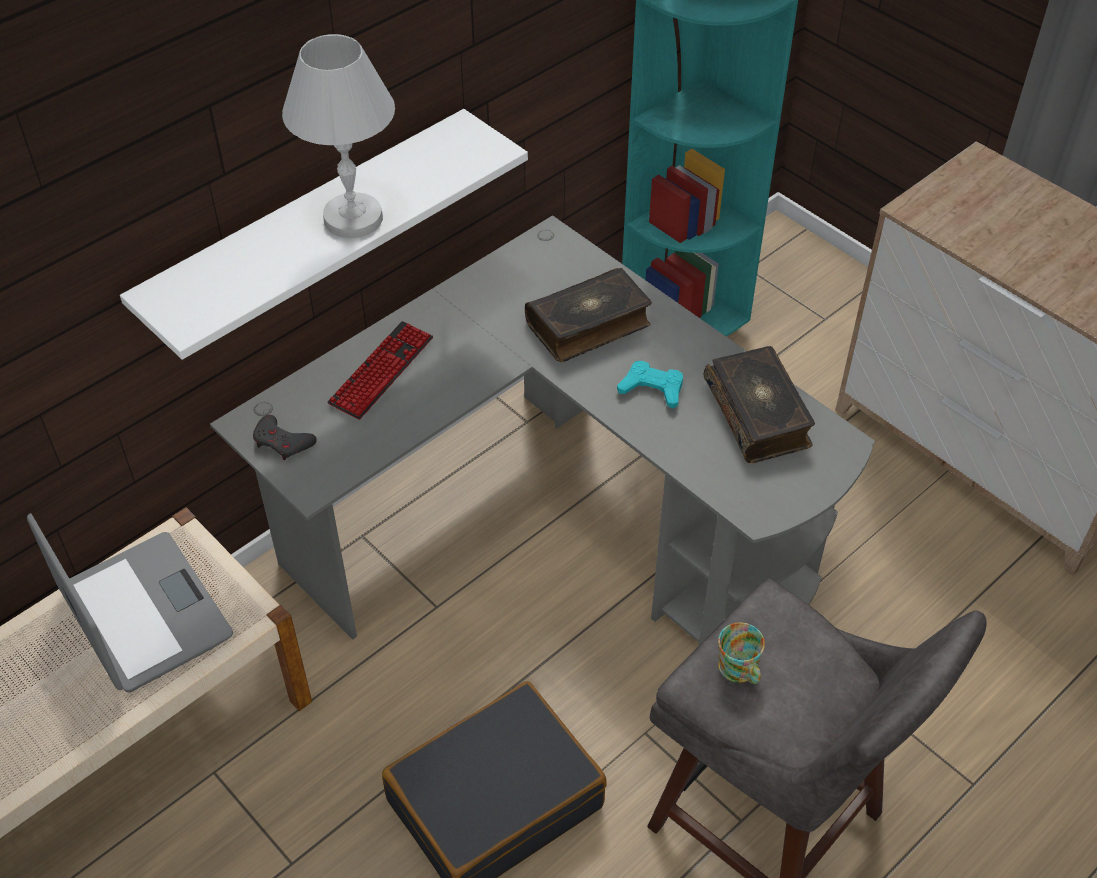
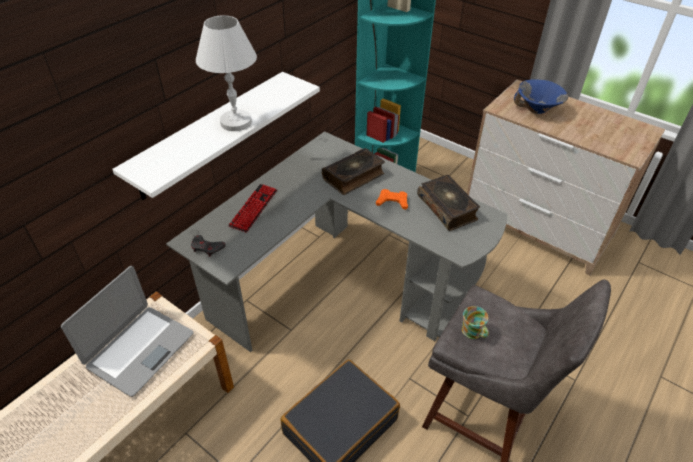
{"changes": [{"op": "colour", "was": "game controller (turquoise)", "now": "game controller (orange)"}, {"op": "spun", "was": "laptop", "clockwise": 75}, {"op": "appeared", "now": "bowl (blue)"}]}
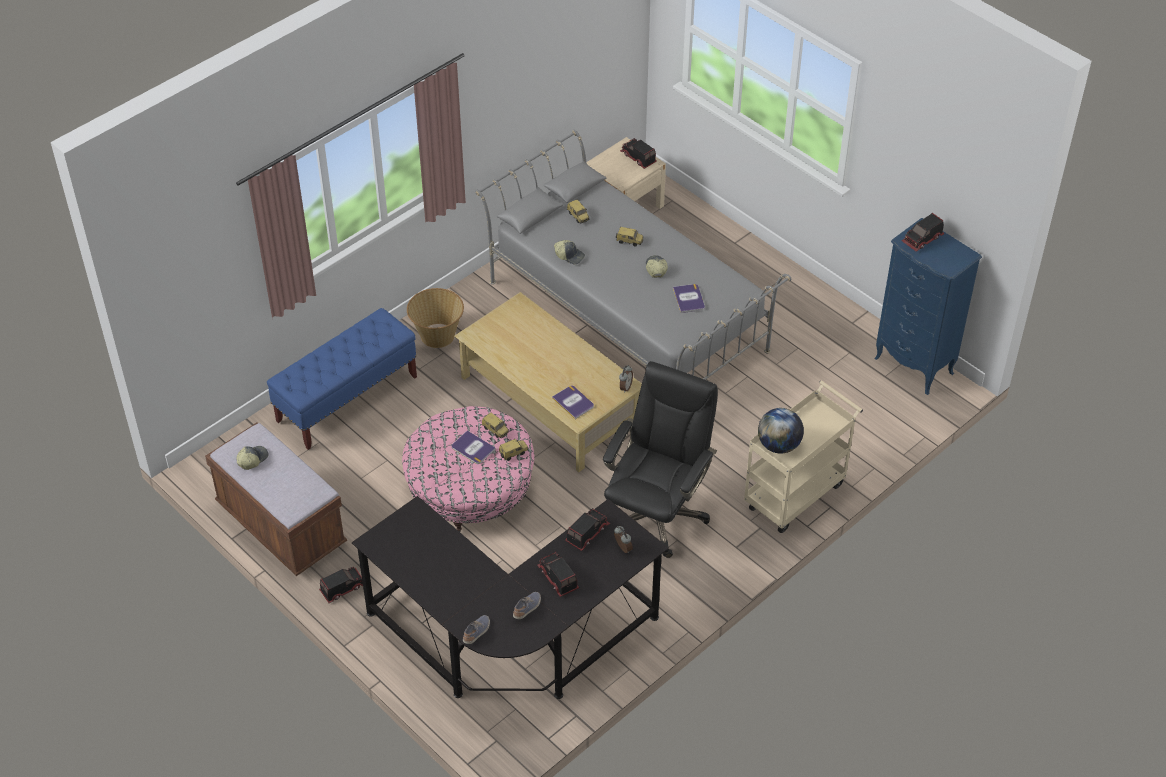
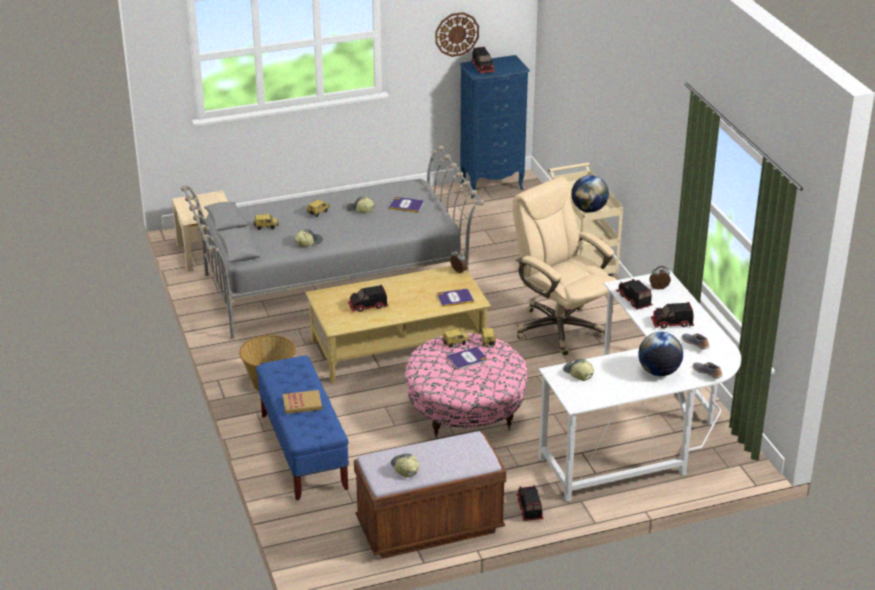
{"changes": [{"op": "relocated", "was": "toy truck (no. 4 from left in the first image)", "now": "toy truck (no. 1 from left)"}, {"op": "colour", "was": "office chair (black)", "now": "office chair (beige)"}, {"op": "colour", "was": "desk (black)", "now": "desk (white)"}, {"op": "appeared", "now": "wall clock"}, {"op": "appeared", "now": "globe (no. 2 from left)"}, {"op": "appeared", "now": "cap (no. 4 from left)"}, {"op": "appeared", "now": "book (no. 1 from left)"}]}
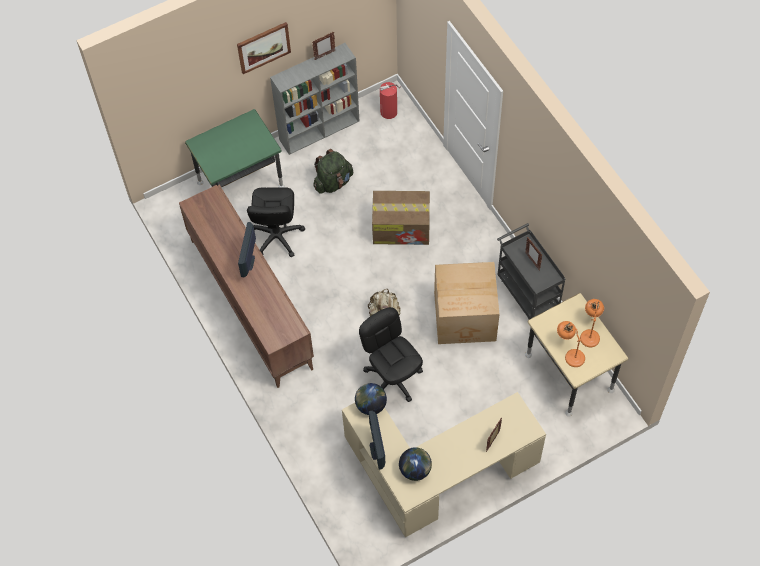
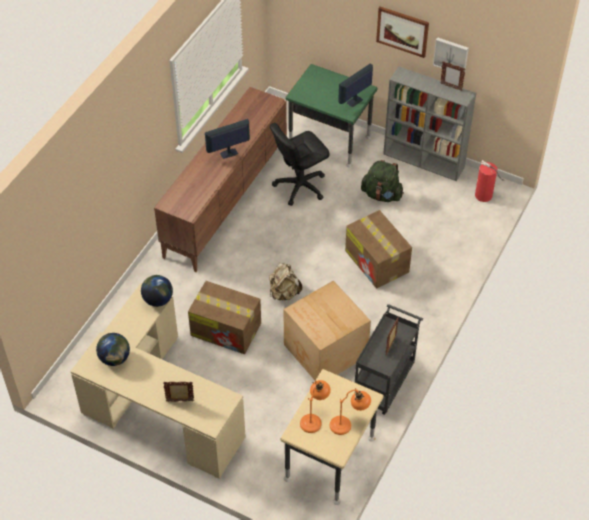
{"changes": [{"op": "exchanged", "was": "office chair (black) (no. 2 from left)", "now": "cardboard box (no. 1 from left)"}, {"op": "relocated", "was": "monitor (no. 2 from left)"}, {"op": "appeared", "now": "picture (no. 2 from left)"}]}
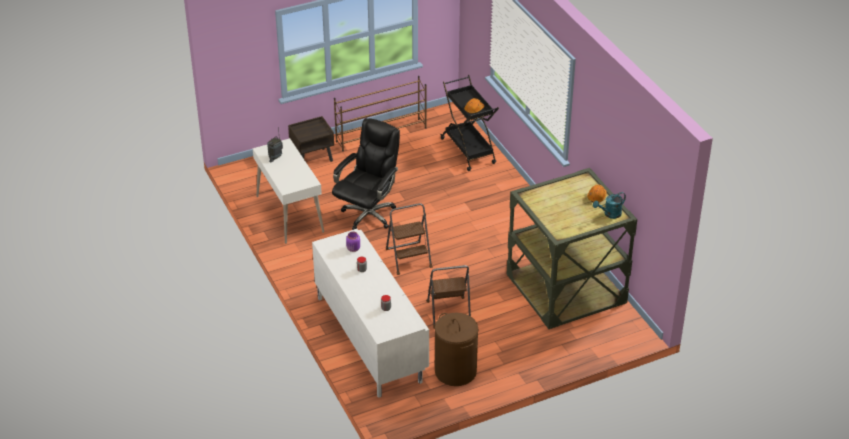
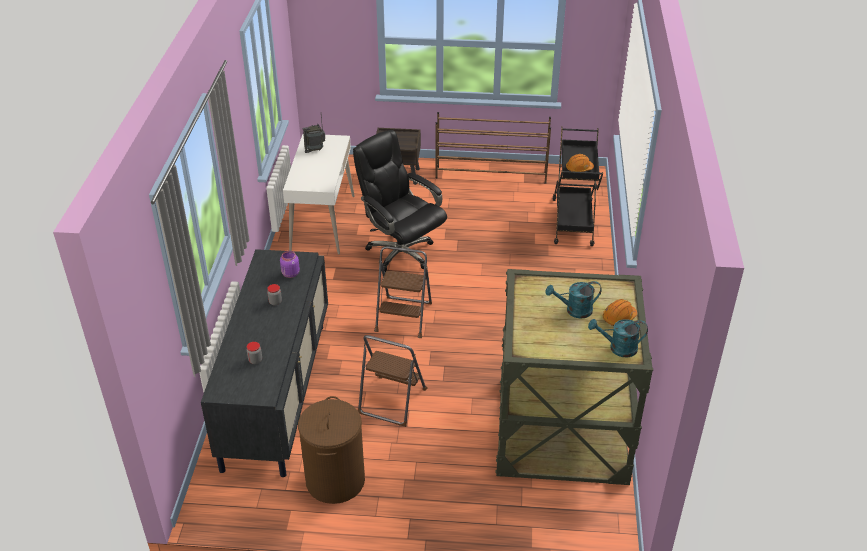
{"changes": [{"op": "spun", "was": "office chair (black)", "clockwise": -105}, {"op": "colour", "was": "cabinet (white)", "now": "cabinet (black)"}, {"op": "appeared", "now": "watering can (turquoise) (no. 1 from left)"}]}
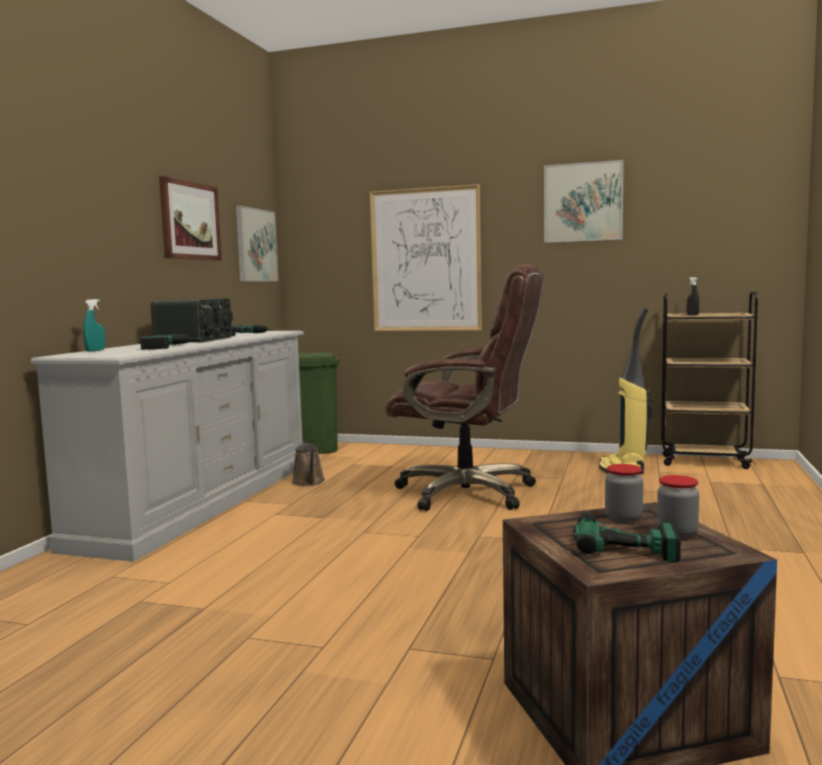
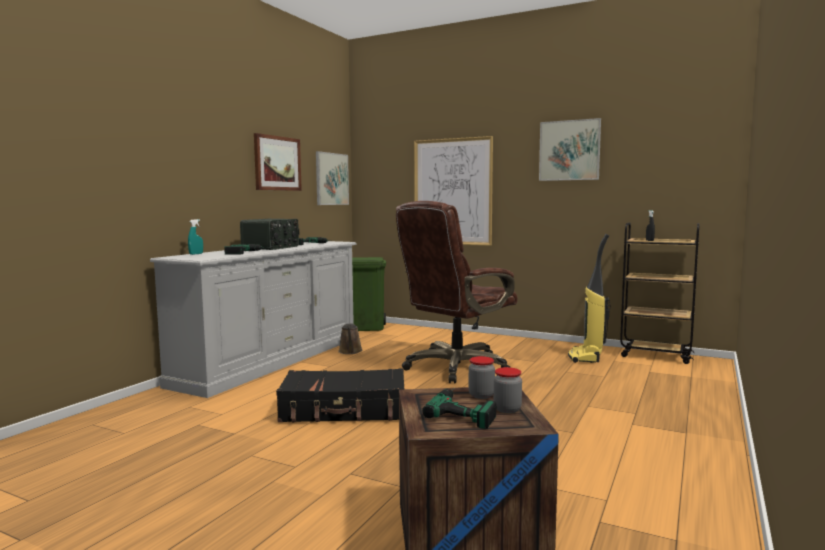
{"changes": [{"op": "spun", "was": "office chair (brown)", "clockwise": 105}, {"op": "appeared", "now": "suitcase (black)"}]}
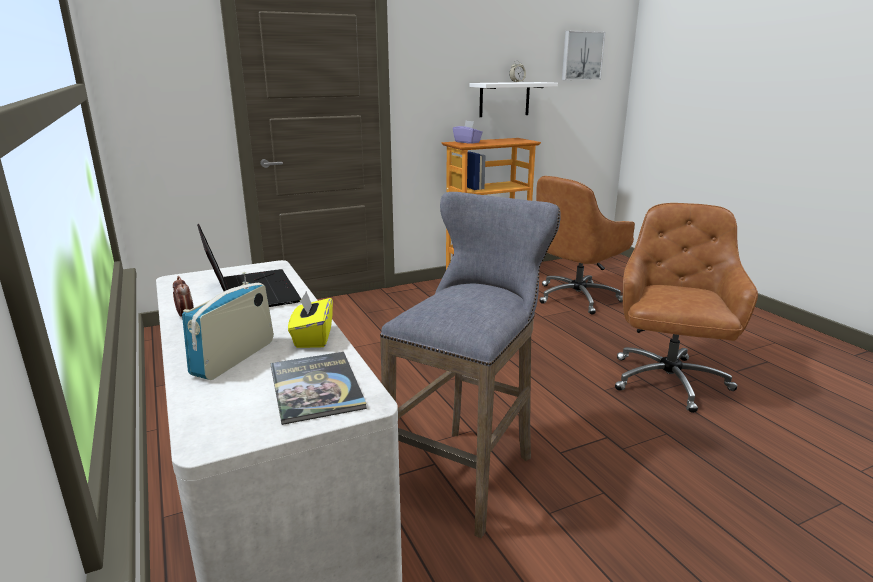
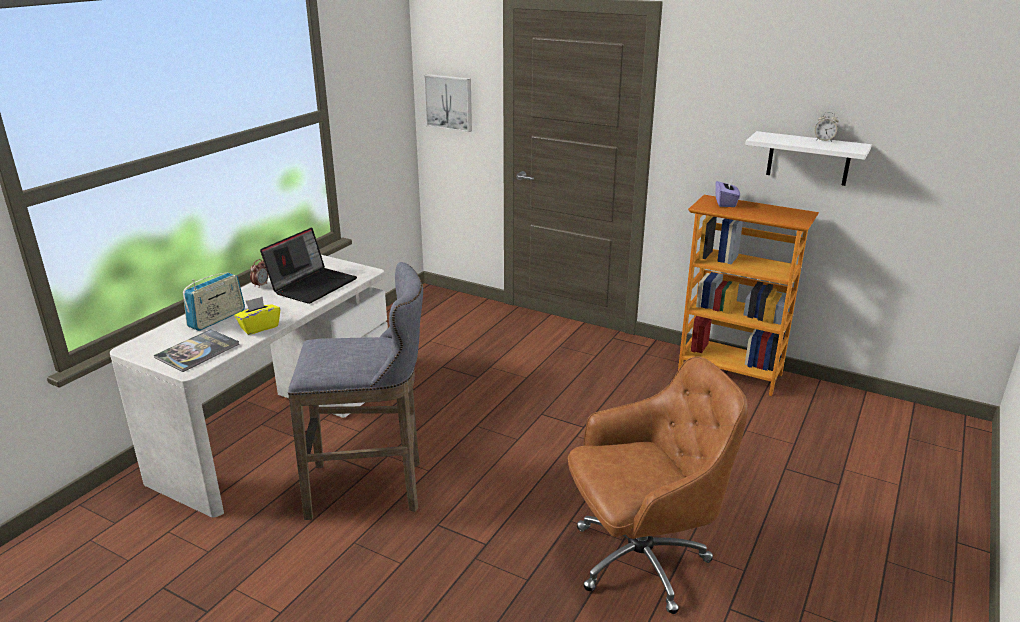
{"changes": [{"op": "relocated", "was": "picture"}, {"op": "missing", "was": "office chair (brown) (no. 1 from left)"}, {"op": "spun", "was": "radio", "clockwise": 135}]}
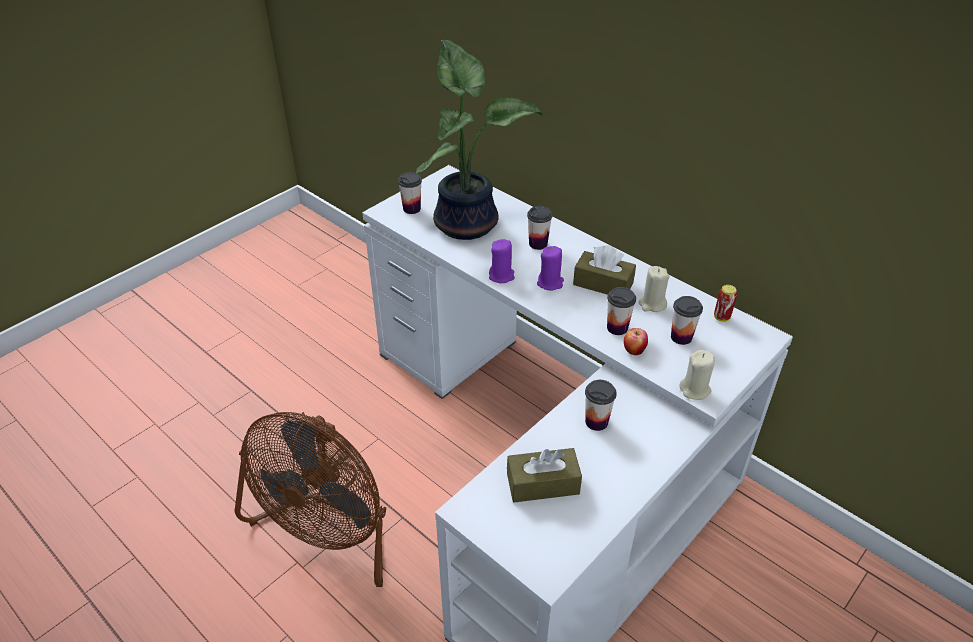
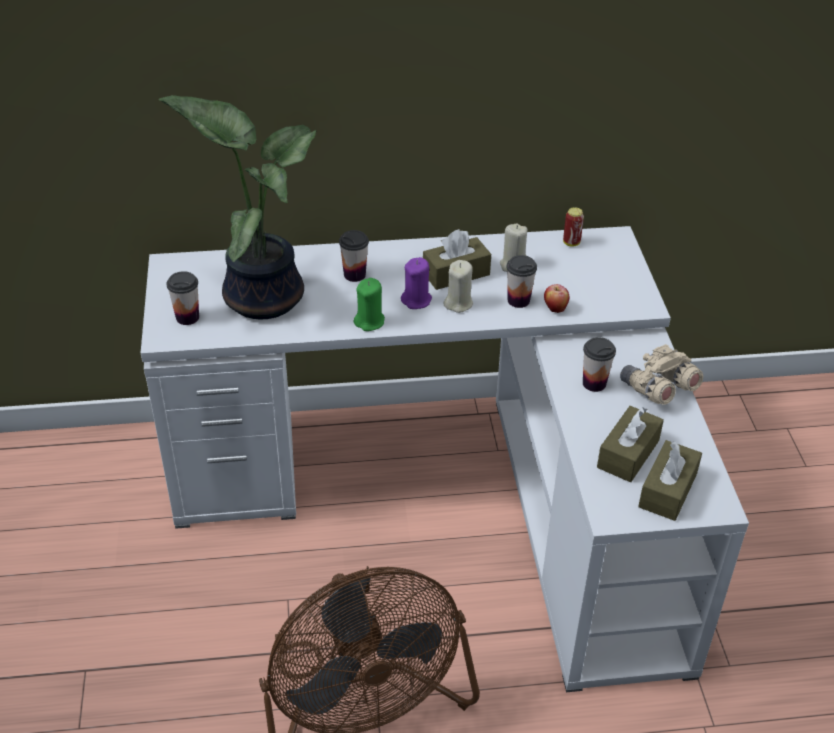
{"changes": [{"op": "colour", "was": "candle (purple) (no. 1 from left)", "now": "candle (green)"}, {"op": "missing", "was": "cup (no. 5 from left)"}, {"op": "relocated", "was": "candle (beige) (no. 2 from left in the first image)", "now": "candle (beige) (no. 1 from left)"}, {"op": "appeared", "now": "binoculars (beige)"}, {"op": "appeared", "now": "tissue box (brown) (no. 3 from left)"}]}
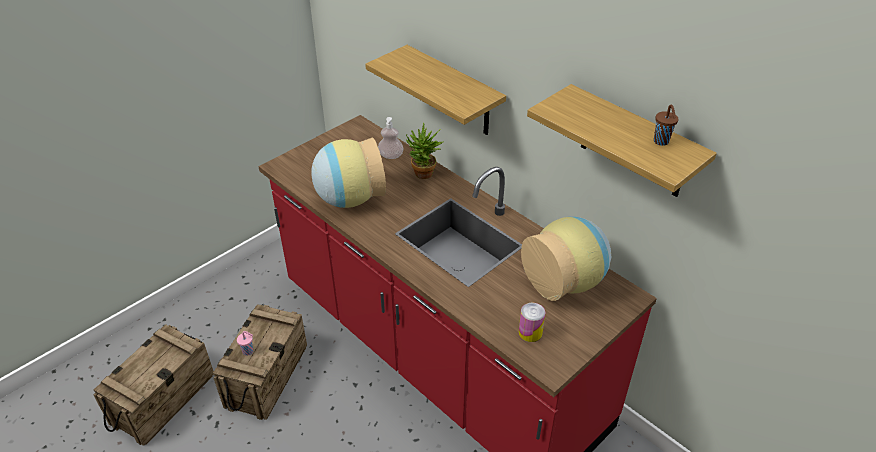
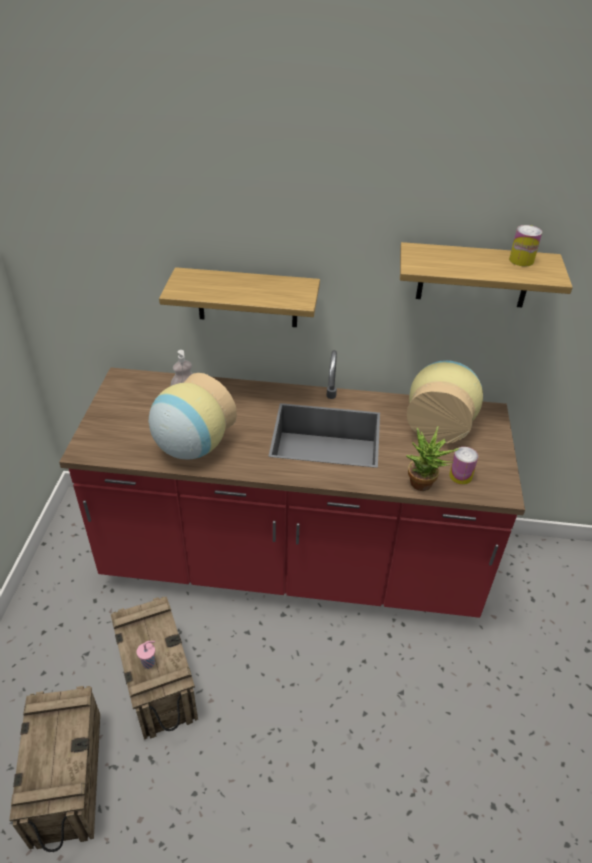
{"changes": [{"op": "exchanged", "was": "cup (brown)", "now": "can (no. 2 from left)"}, {"op": "relocated", "was": "potted plant"}]}
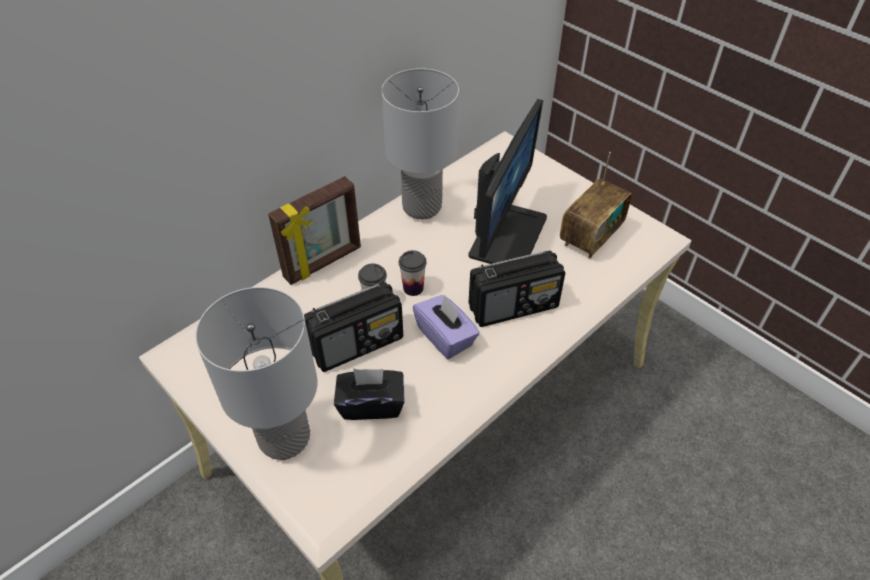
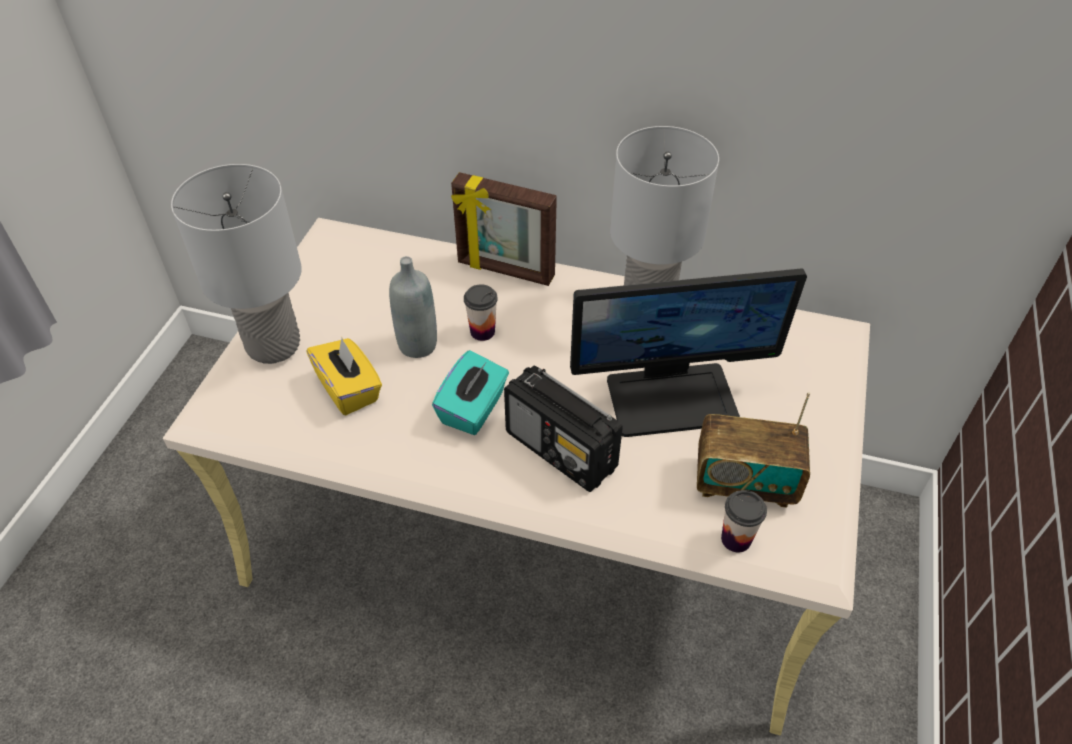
{"changes": [{"op": "relocated", "was": "cup (no. 2 from left)"}, {"op": "exchanged", "was": "radio (no. 1 from left)", "now": "bottle (grey)"}, {"op": "colour", "was": "tissue box (purple)", "now": "tissue box (turquoise)"}, {"op": "colour", "was": "tissue box (black)", "now": "tissue box (yellow)"}]}
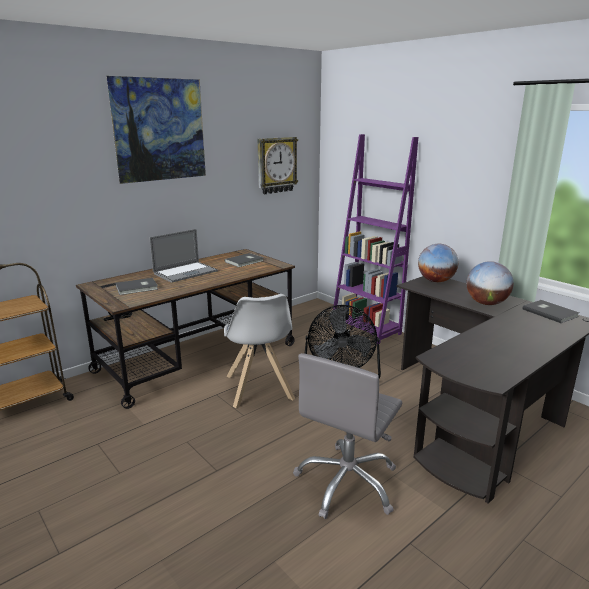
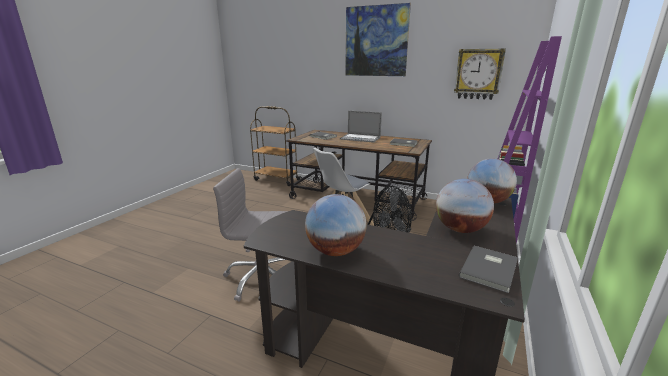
{"changes": [{"op": "appeared", "now": "globe (no. 1 from left)"}]}
